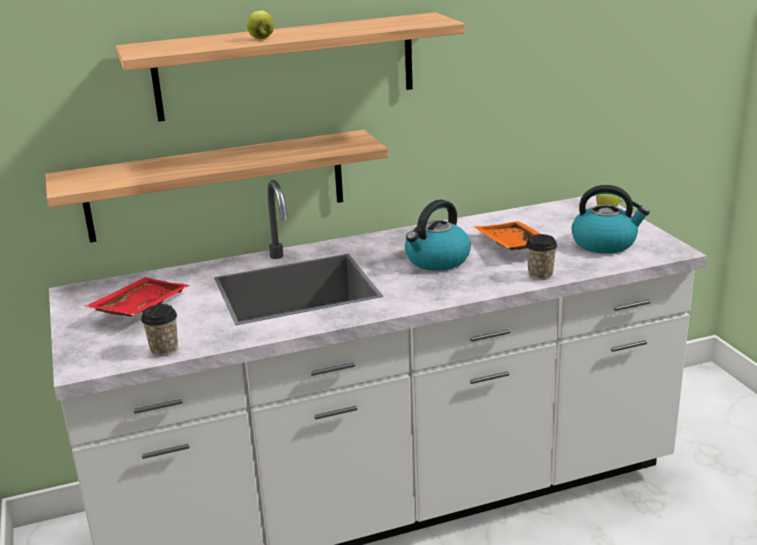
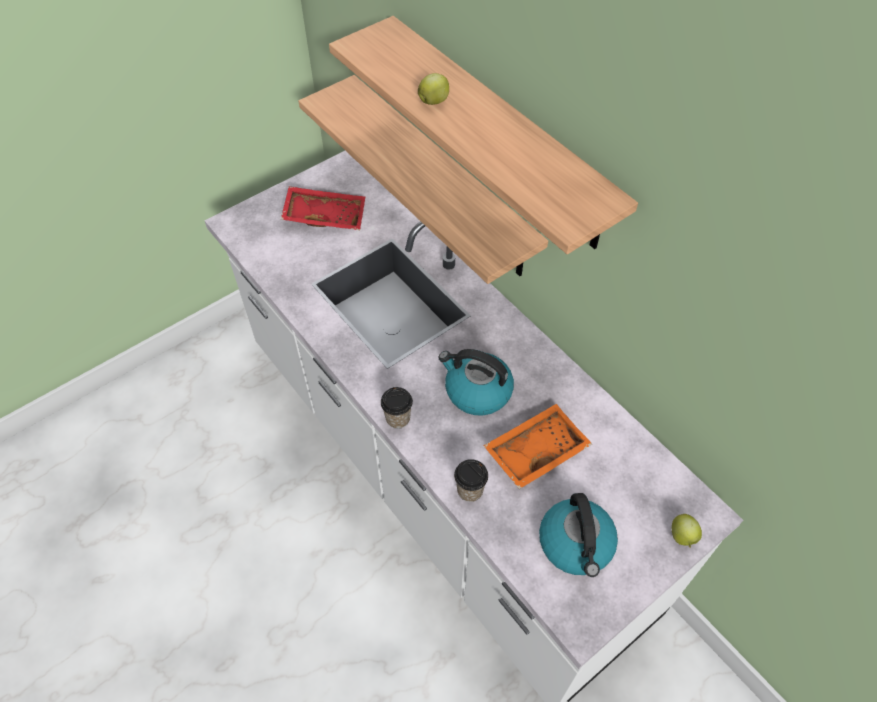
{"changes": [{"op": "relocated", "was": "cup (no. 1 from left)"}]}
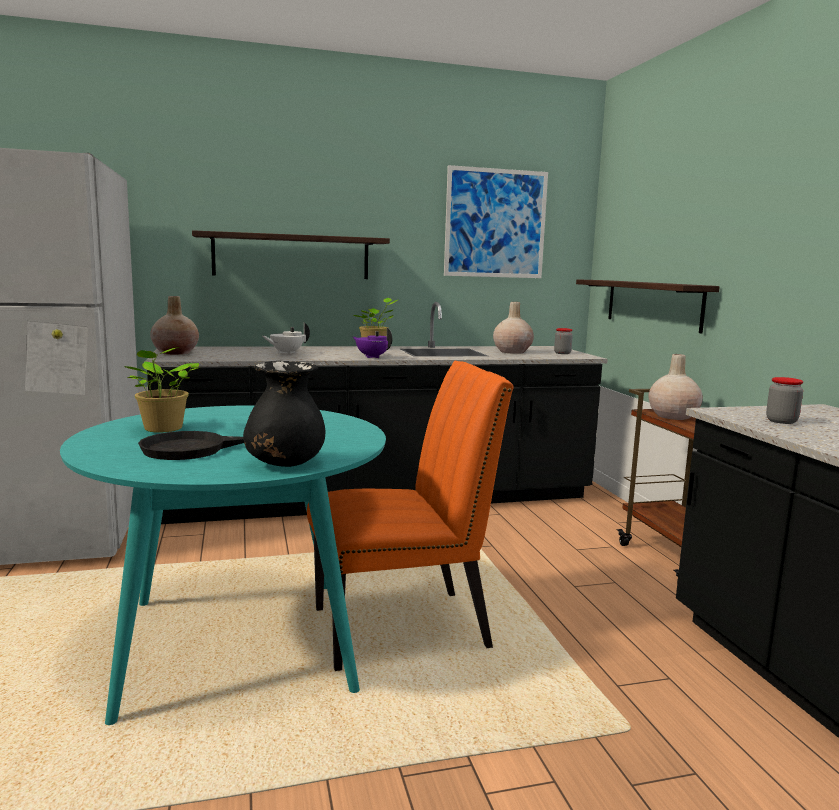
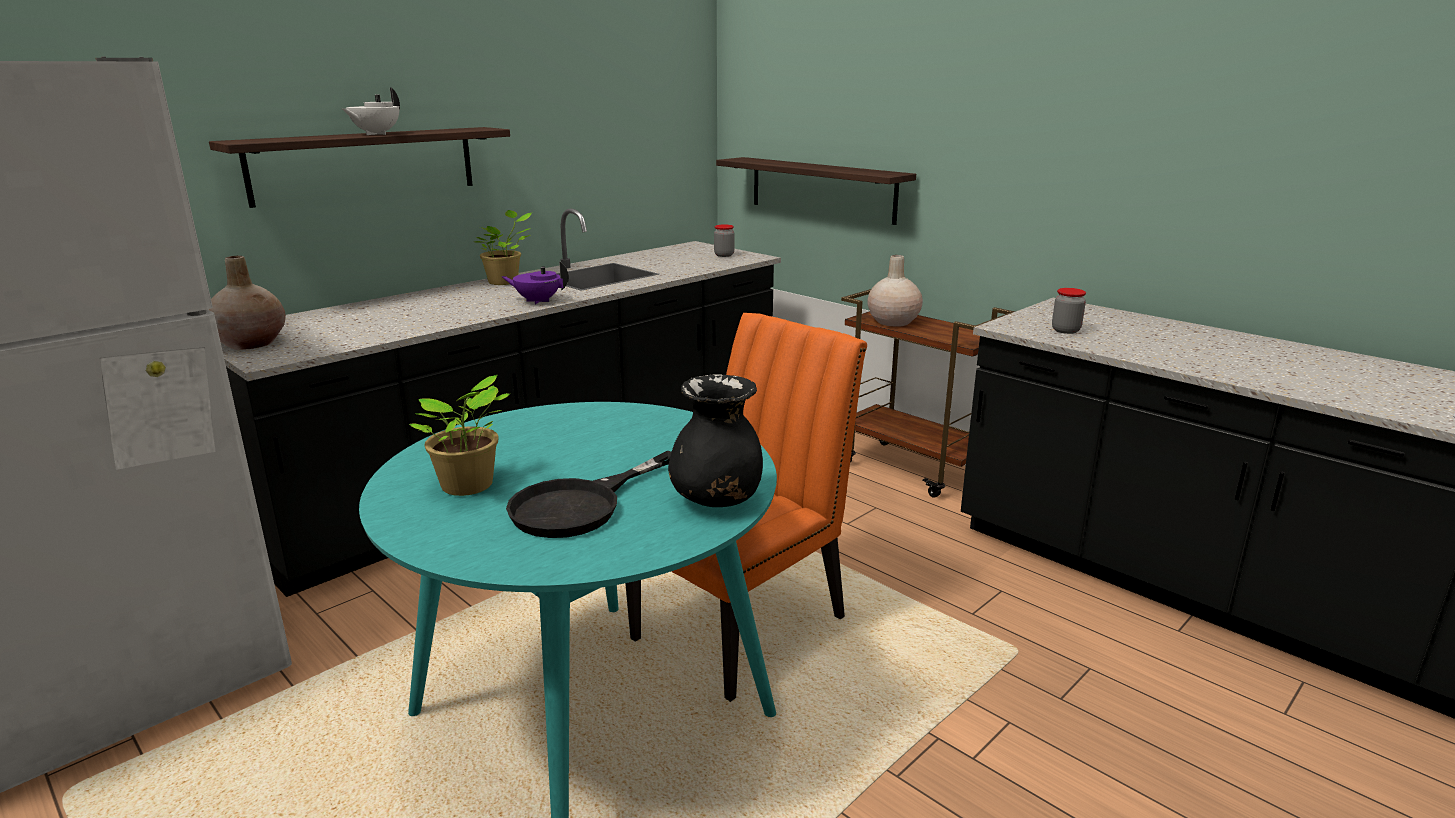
{"changes": [{"op": "missing", "was": "picture"}, {"op": "missing", "was": "vase (beige) (no. 2 from left)"}, {"op": "relocated", "was": "teapot (white)"}]}
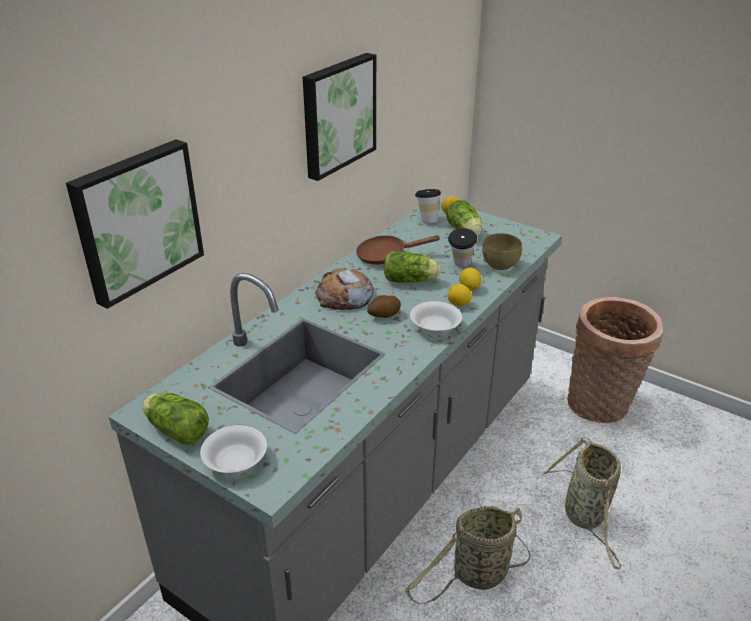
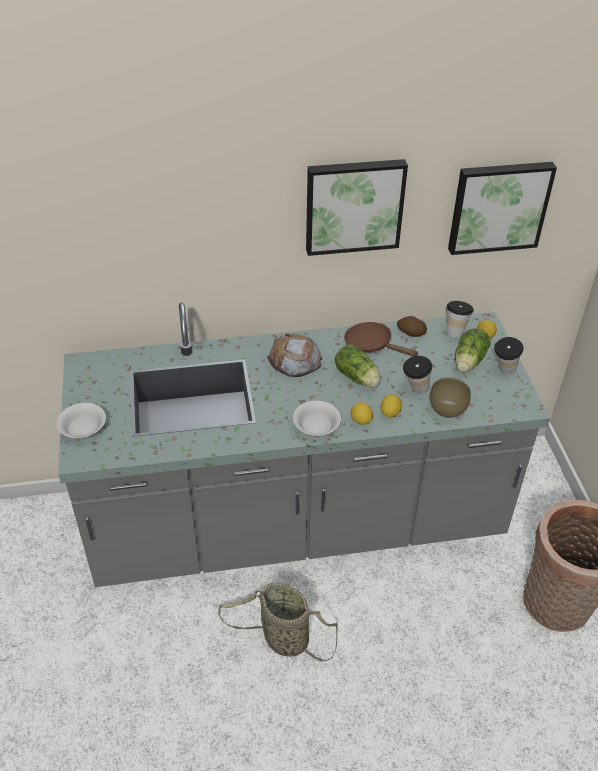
{"changes": [{"op": "relocated", "was": "picture (no. 1 from left in the first image)", "now": "picture (no. 2 from left)"}, {"op": "relocated", "was": "potato"}, {"op": "missing", "was": "lettuce (no. 1 from left)"}, {"op": "missing", "was": "basket (no. 2 from left)"}, {"op": "appeared", "now": "cup (no. 3 from left)"}]}
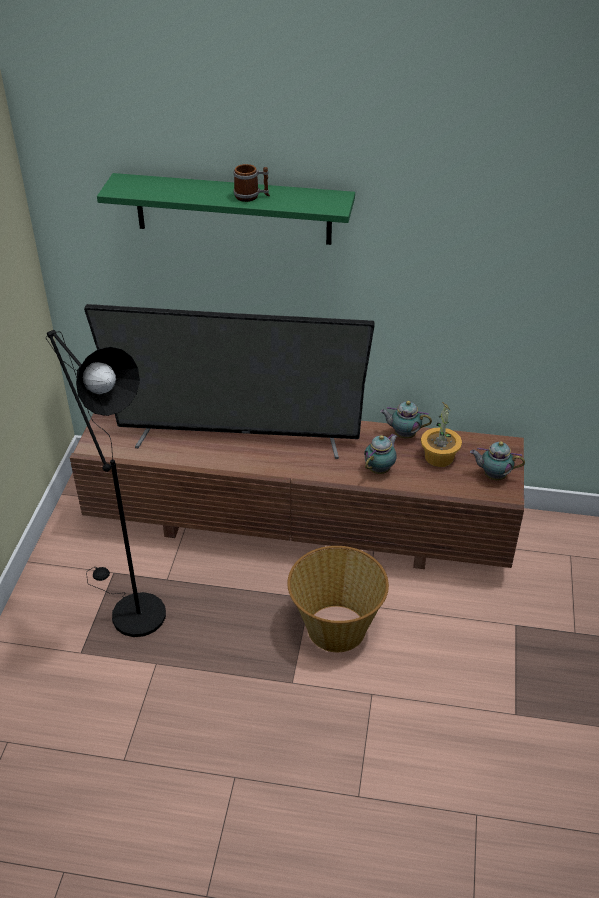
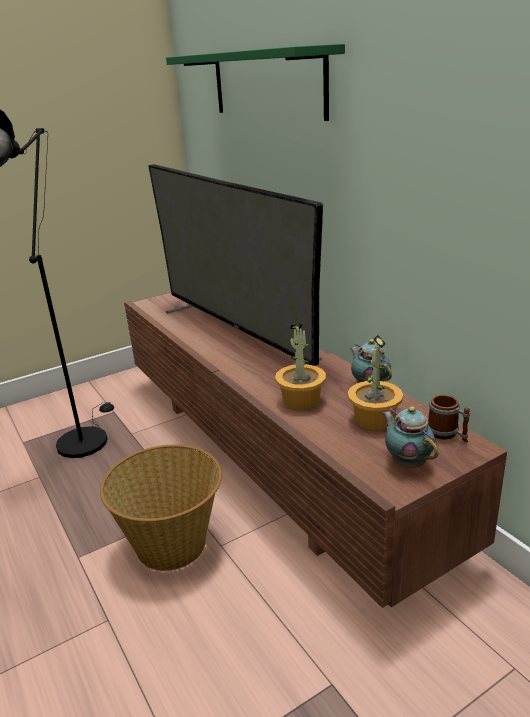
{"changes": [{"op": "relocated", "was": "mug"}, {"op": "exchanged", "was": "teapot (no. 1 from left)", "now": "potted plant (no. 1 from left)"}]}
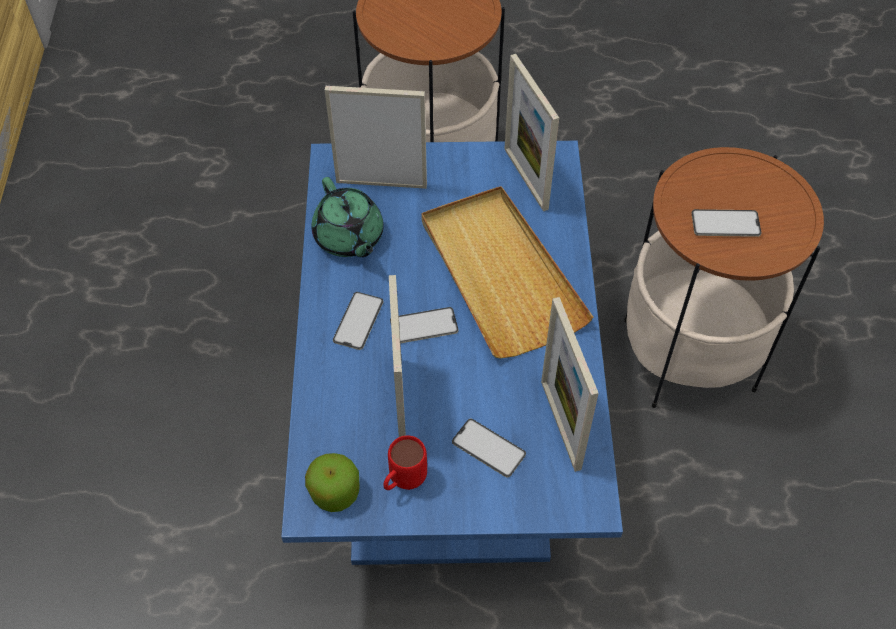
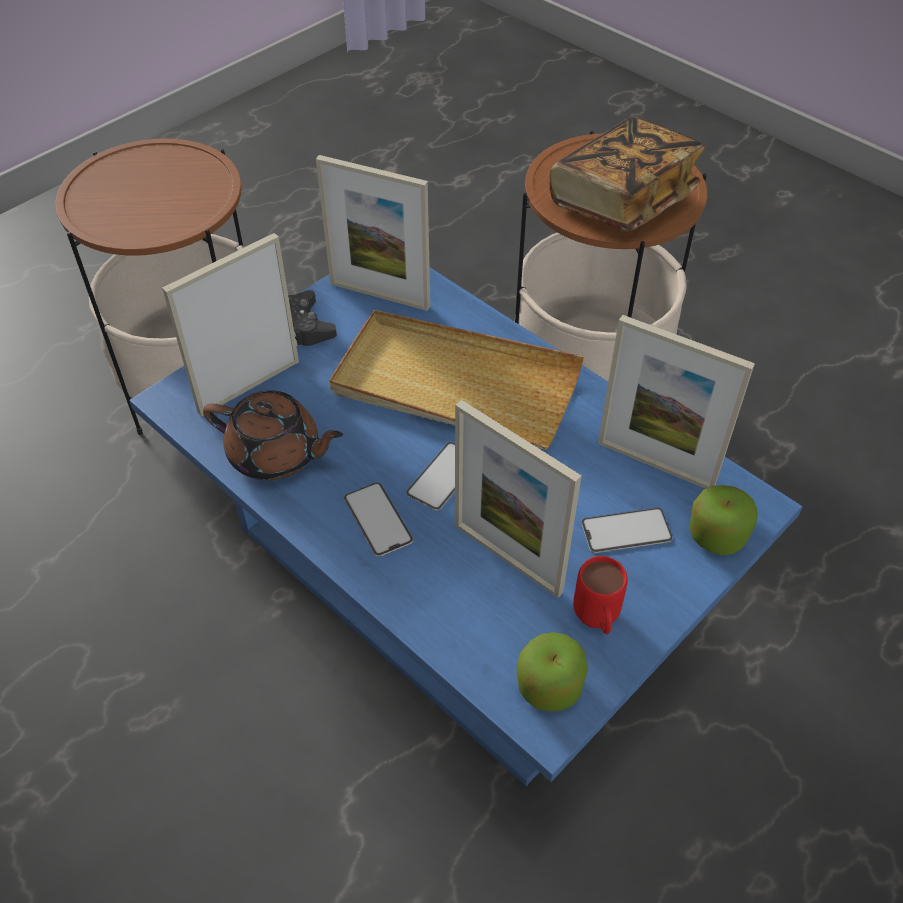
{"changes": [{"op": "colour", "was": "teapot (green)", "now": "teapot (brown)"}, {"op": "exchanged", "was": "phone (no. 4 from left)", "now": "book"}, {"op": "appeared", "now": "game controller (black)"}, {"op": "appeared", "now": "apple (no. 2 from left)"}]}
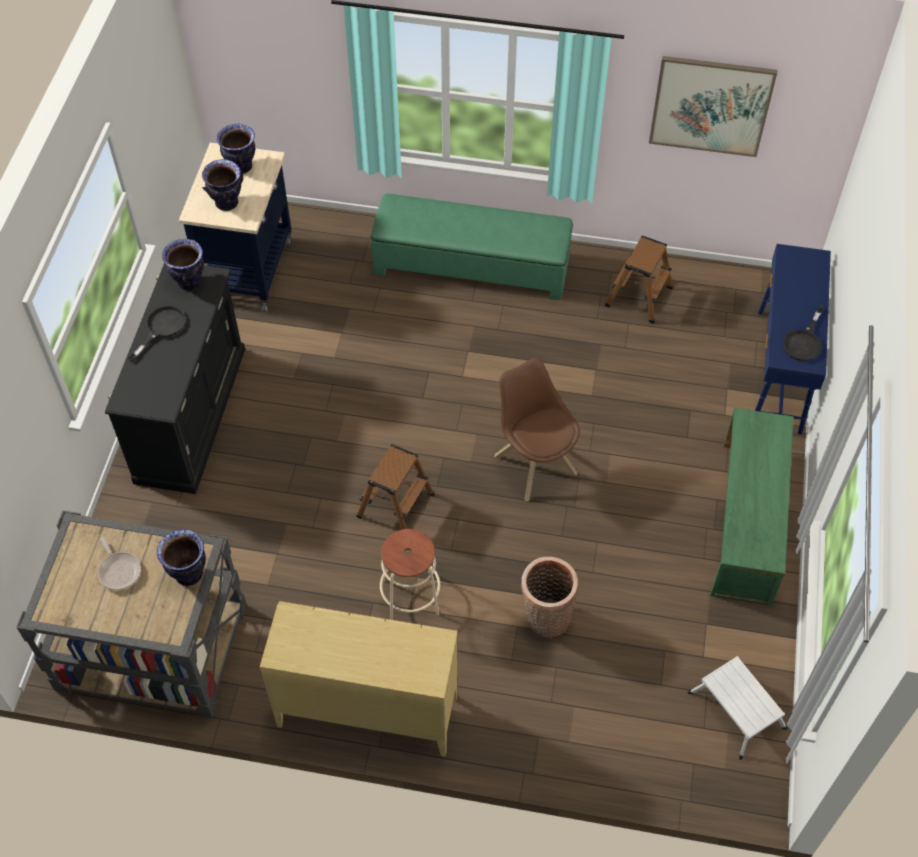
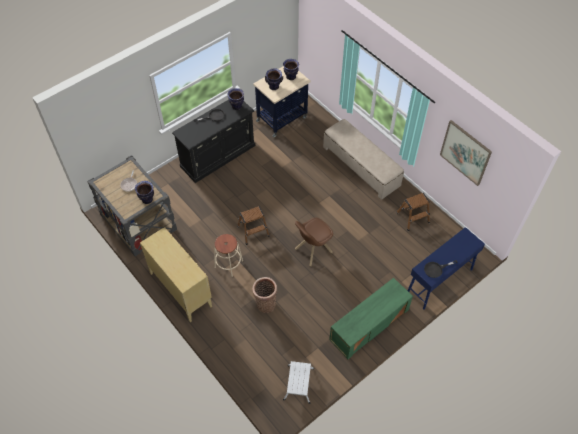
{"changes": [{"op": "colour", "was": "bench (green) (no. 1 from left)", "now": "bench (beige)"}, {"op": "spun", "was": "chair (brown)", "clockwise": -135}]}
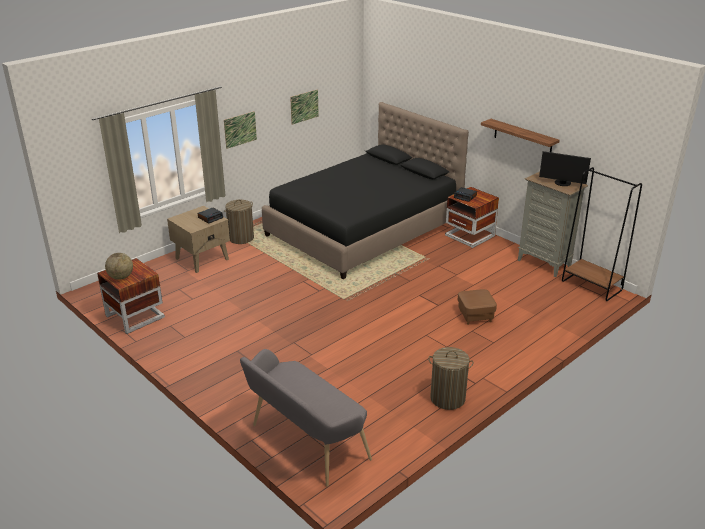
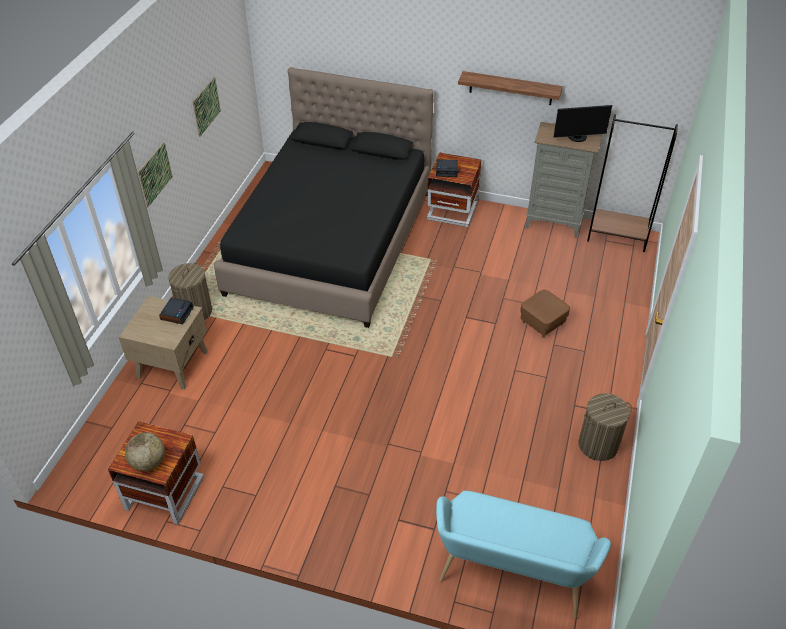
{"changes": [{"op": "colour", "was": "bench (grey)", "now": "bench (turquoise)"}]}
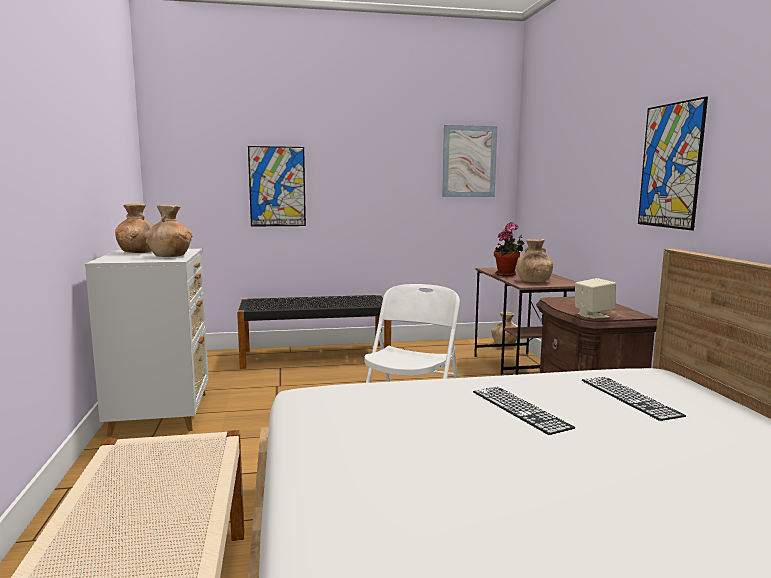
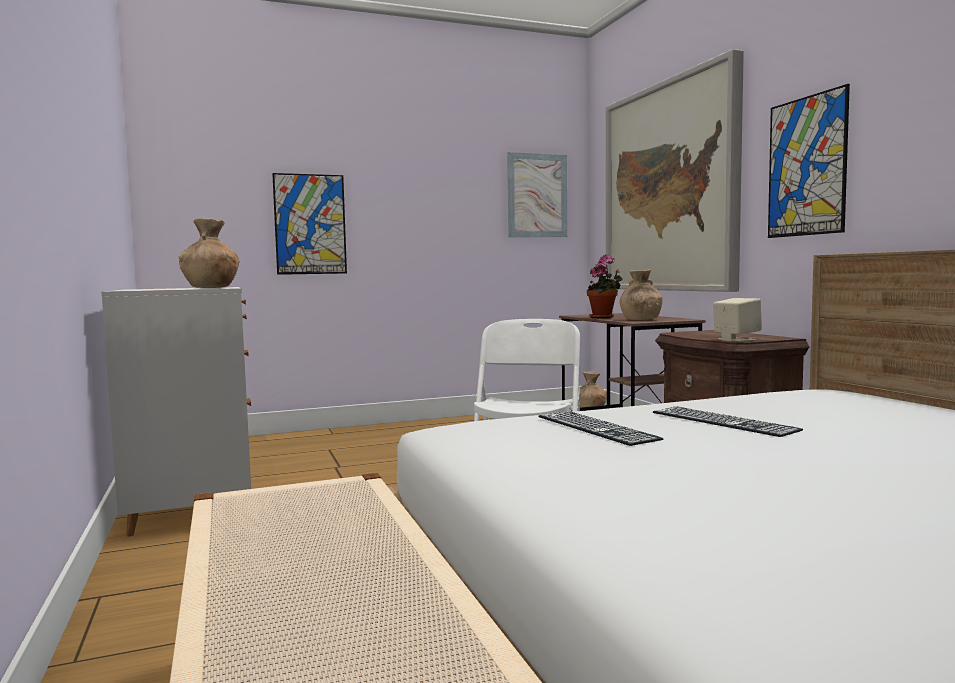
{"changes": [{"op": "missing", "was": "vase (brown) (no. 1 from left)"}, {"op": "missing", "was": "bench (black)"}, {"op": "relocated", "was": "keyboard (no. 2 from left in the first image)", "now": "keyboard (no. 1 from left)"}, {"op": "appeared", "now": "picture (no. 3 from left)"}]}
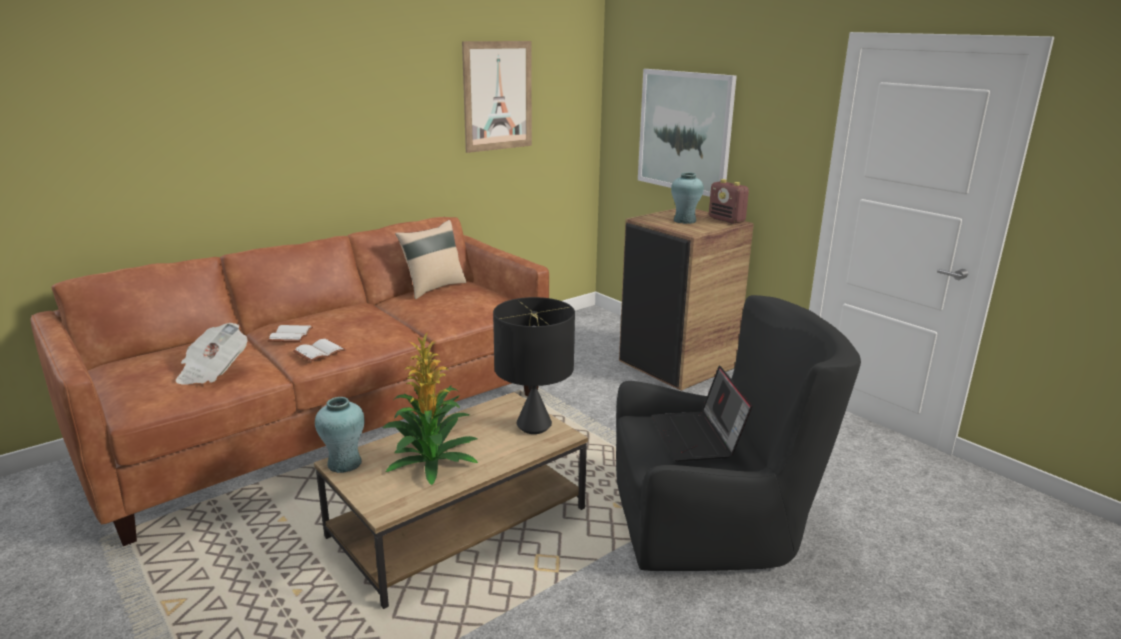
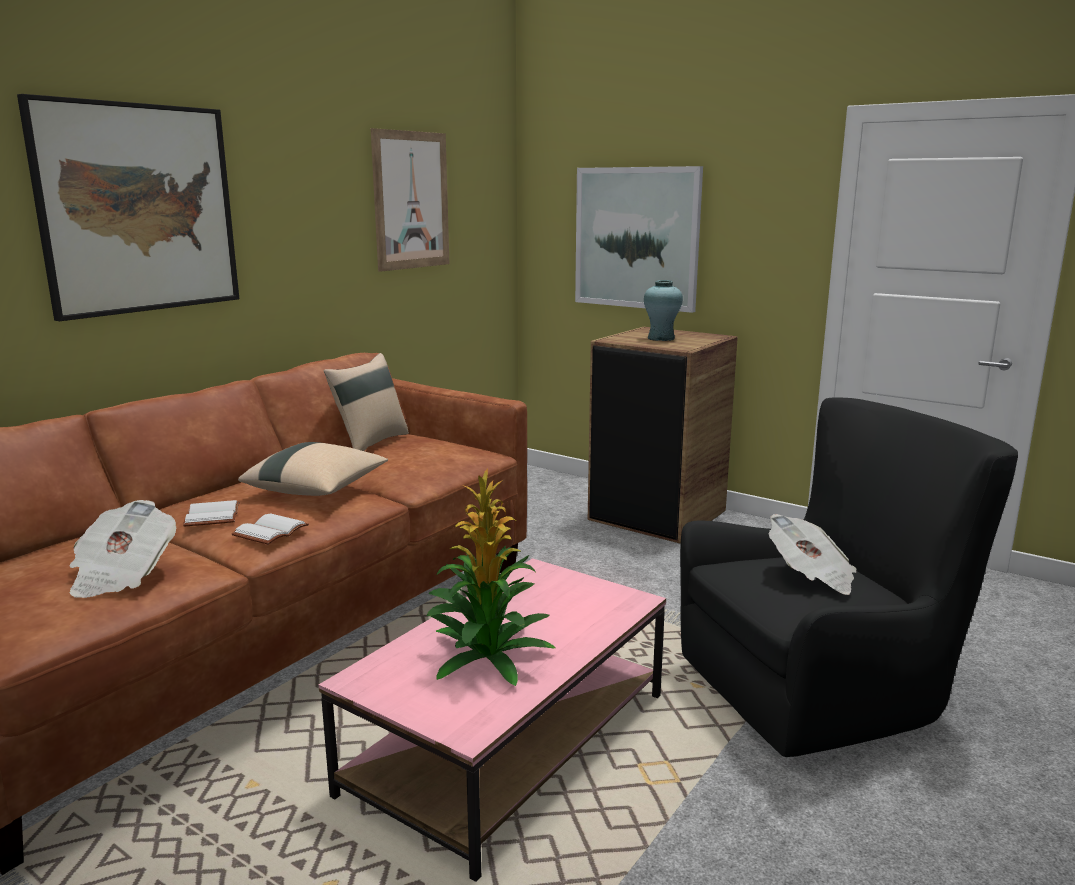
{"changes": [{"op": "missing", "was": "radio"}, {"op": "missing", "was": "table lamp (black)"}, {"op": "exchanged", "was": "laptop", "now": "newspaper (no. 2 from left)"}, {"op": "colour", "was": "coffee table (brown)", "now": "coffee table (pink)"}, {"op": "missing", "was": "vase (turquoise) (no. 1 from left)"}, {"op": "appeared", "now": "picture (no. 1 from left)"}, {"op": "appeared", "now": "pillow (beige) (no. 1 from left)"}]}
